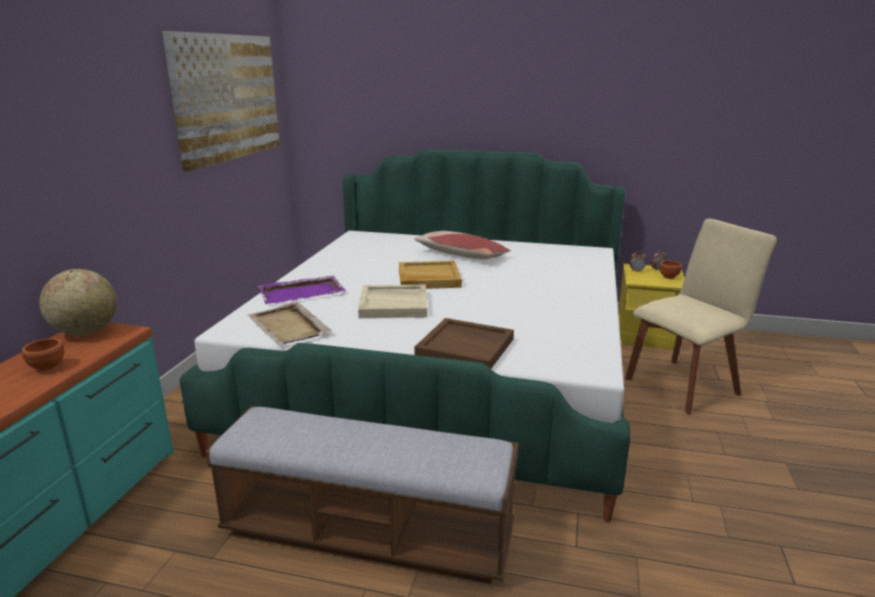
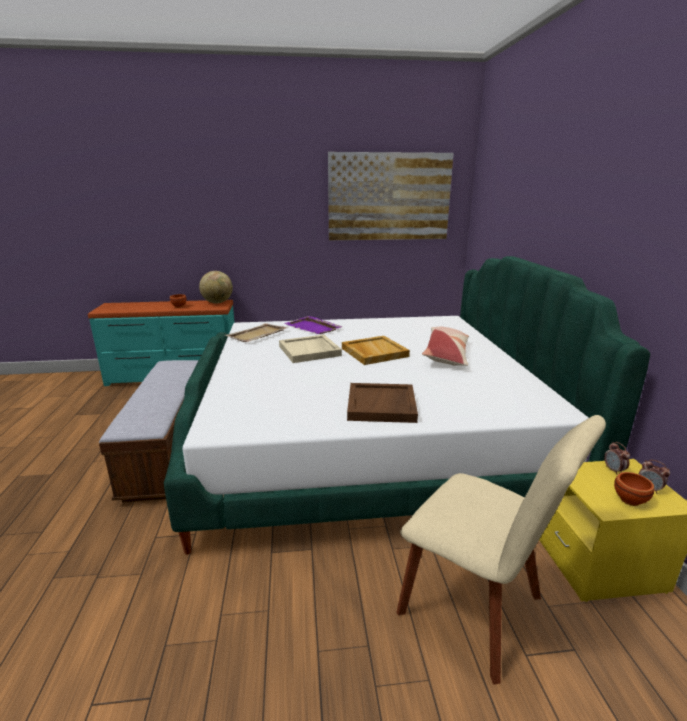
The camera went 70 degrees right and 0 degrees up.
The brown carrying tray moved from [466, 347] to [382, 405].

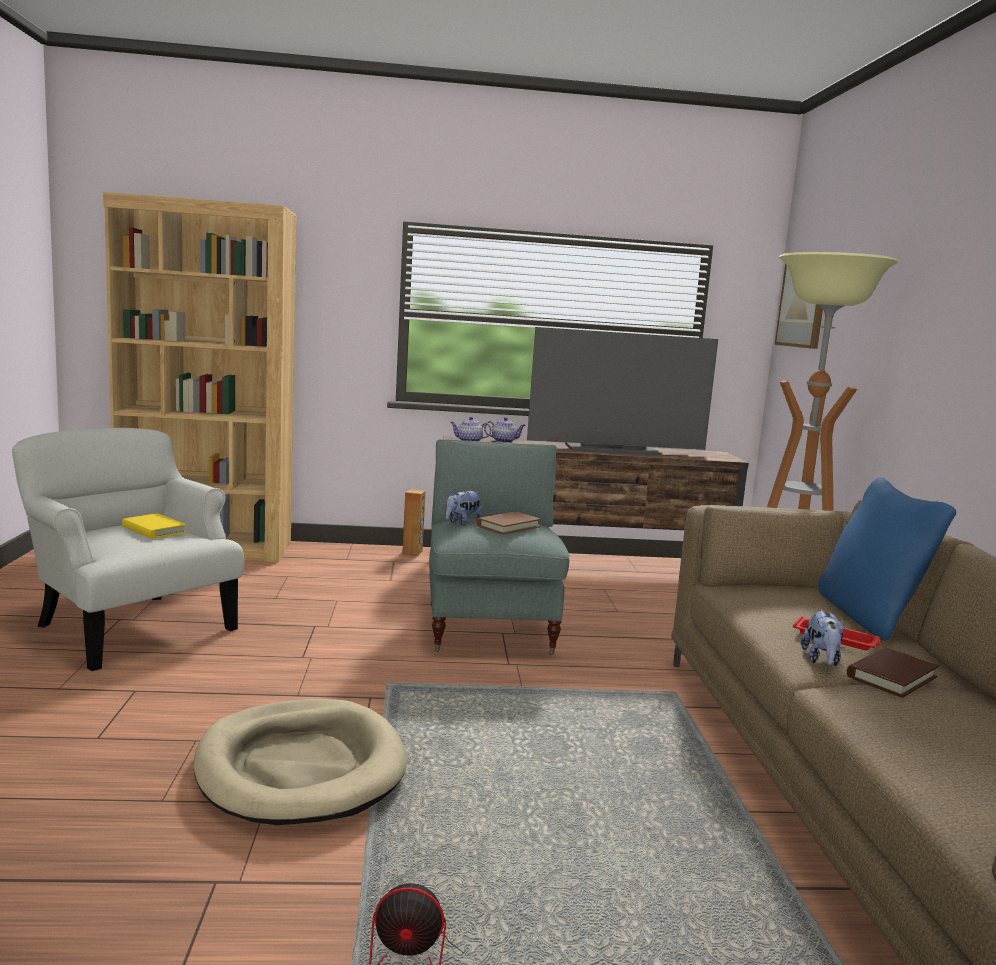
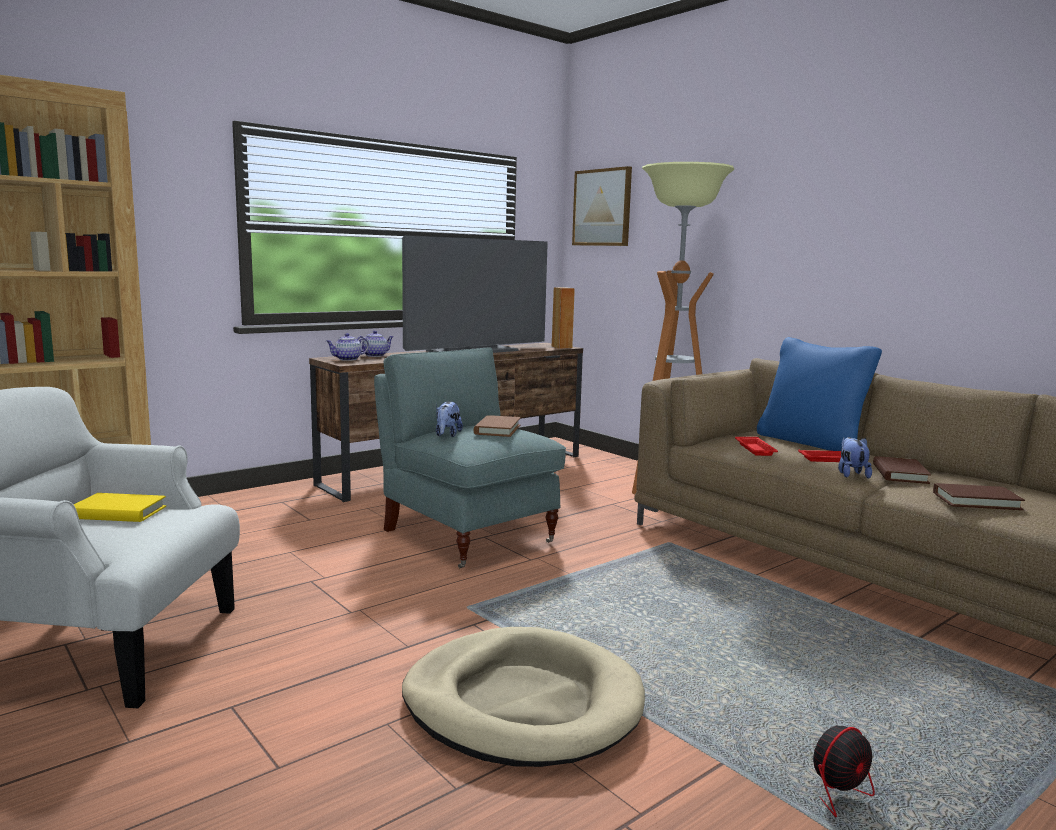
The camera went 35 degrees left and 0 degrees up.
The brown audio speaker moved from [412, 552] to [562, 347].
The reddish carrying tray at [755, 450] appeared.
The soft toy at [821, 660] turned 150 degrees counterclockwise.
The brown bound book at [976, 501] appeared.

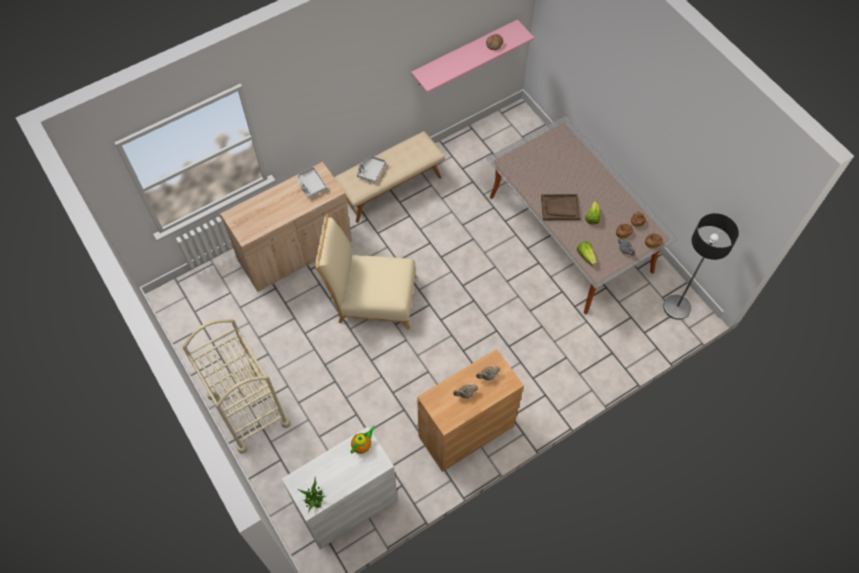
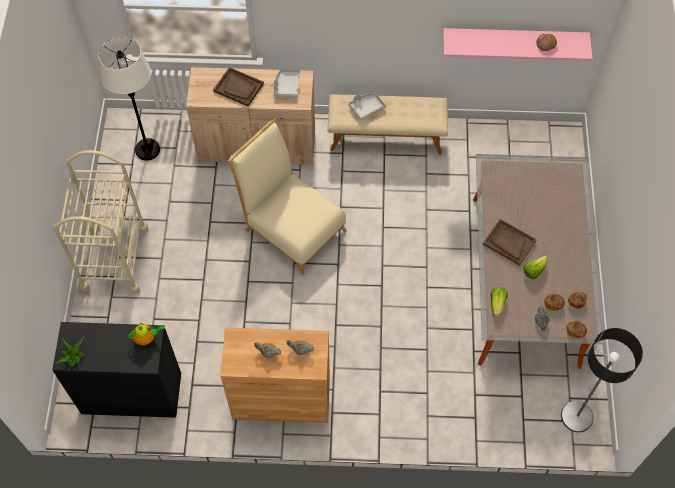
The camera went 35 degrees right and 0 degrees up.
The white cupboard at [348, 505] became the black cupboard at [131, 393].
The white floor lamp at [147, 149] appeared.
The brown carrying tray at [238, 87] appeared.

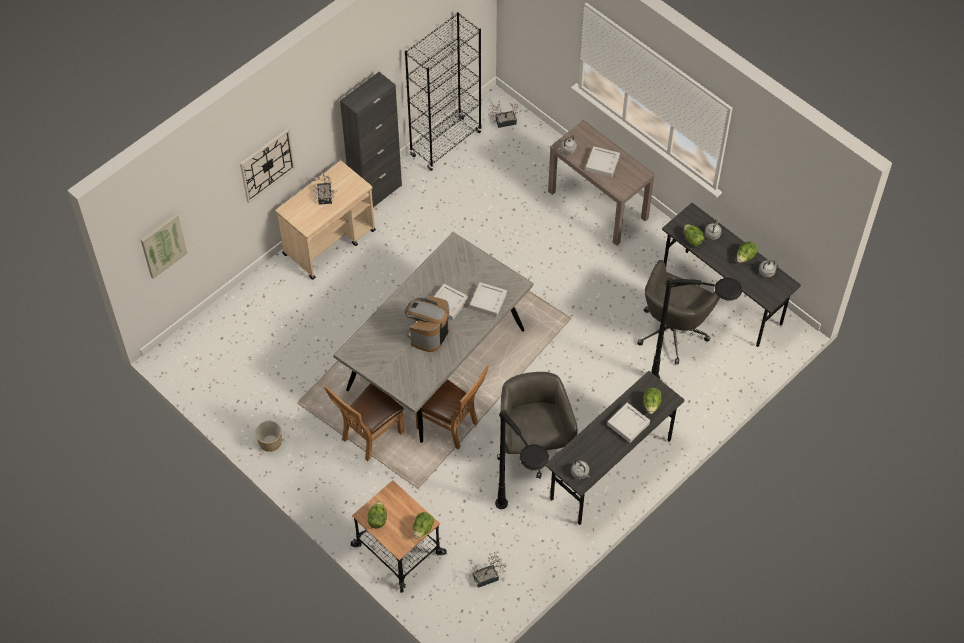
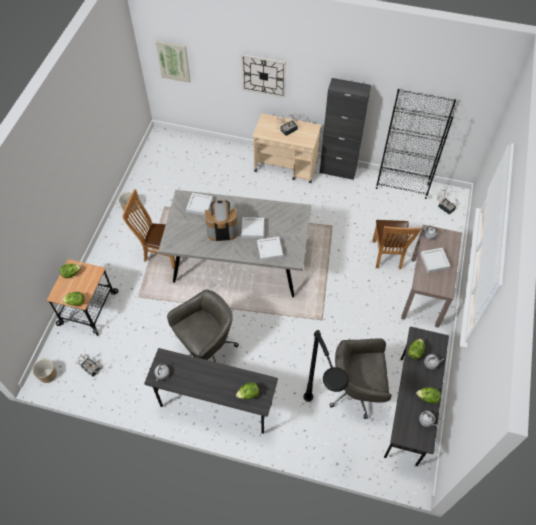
The camera went 60 degrees right and 0 degrees up.
The planter at [47, 374] appeared.
The grey carrying tray moved from [628, 424] to [199, 205].
The brown plain chair moved from [451, 426] to [388, 256].
The black floor lamp at [521, 535] disappeared.

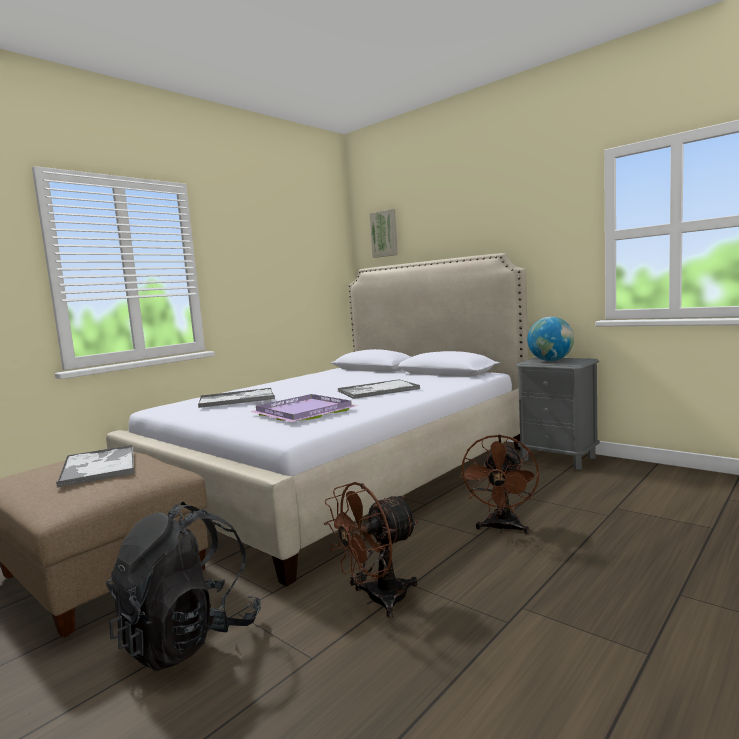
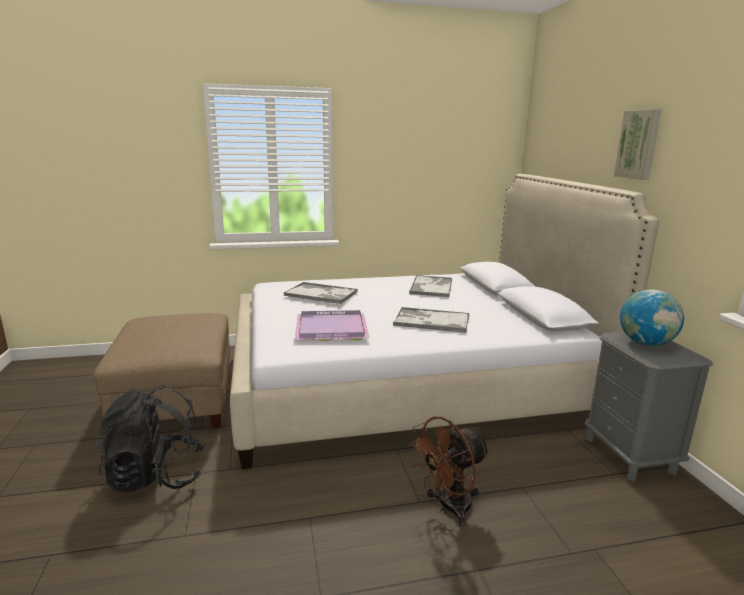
The camera went 35 degrees right and 10 degrees up.
The carrying tray moved from [99, 466] to [431, 286].
The wall picture moved from [384, 234] to [639, 144].
The brown electric fan at [377, 600] disappeared.

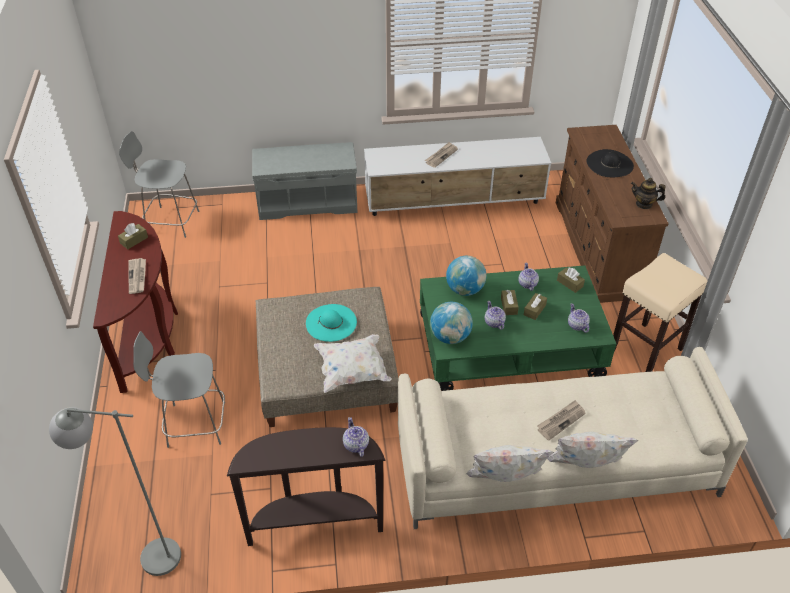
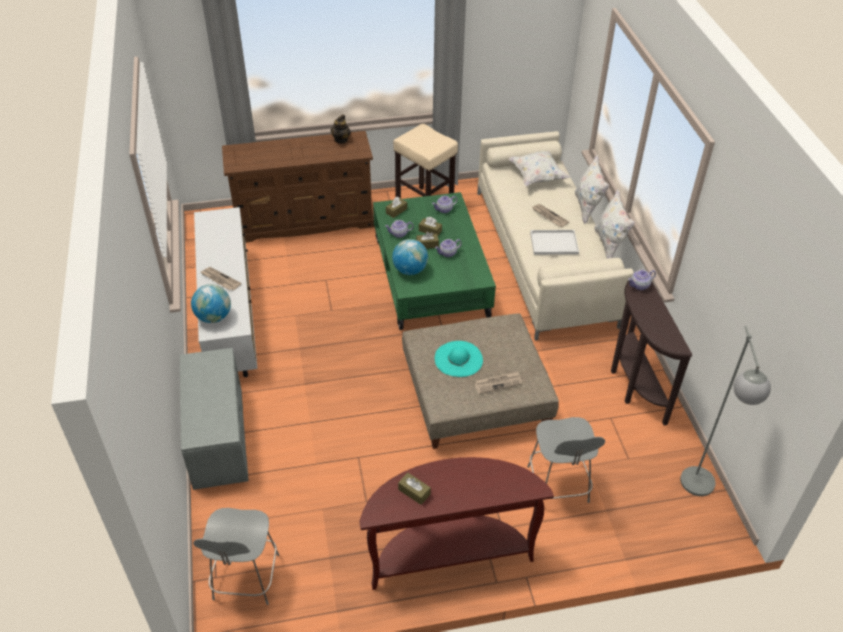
The camera went 95 degrees left and 0 degrees up.
The desk globe moved from [450, 337] to [214, 317].
The newspaper moved from [137, 277] to [498, 383].
The white throw pillow moved from [352, 372] to [537, 176].
The white carrying tray at [553, 243] appeared.
The black hat at [609, 163] disappeared.

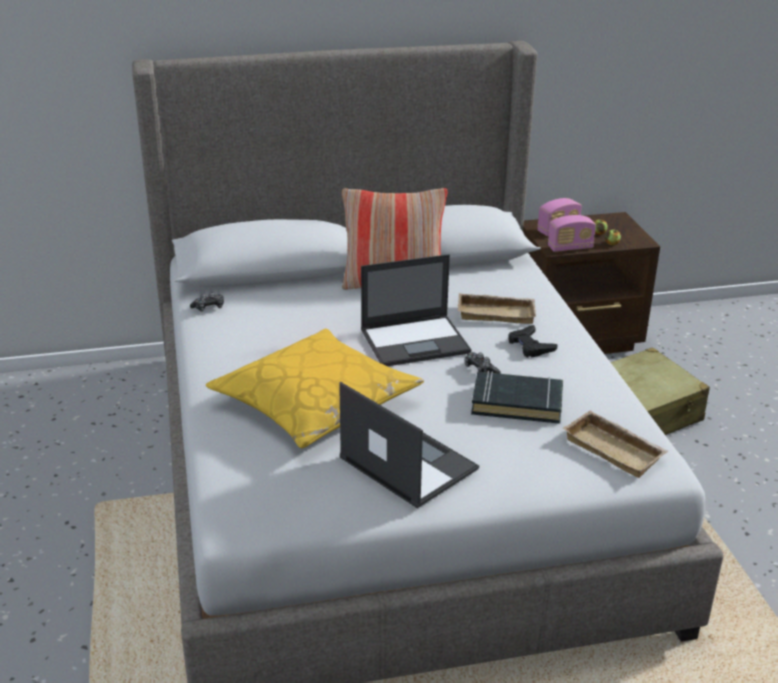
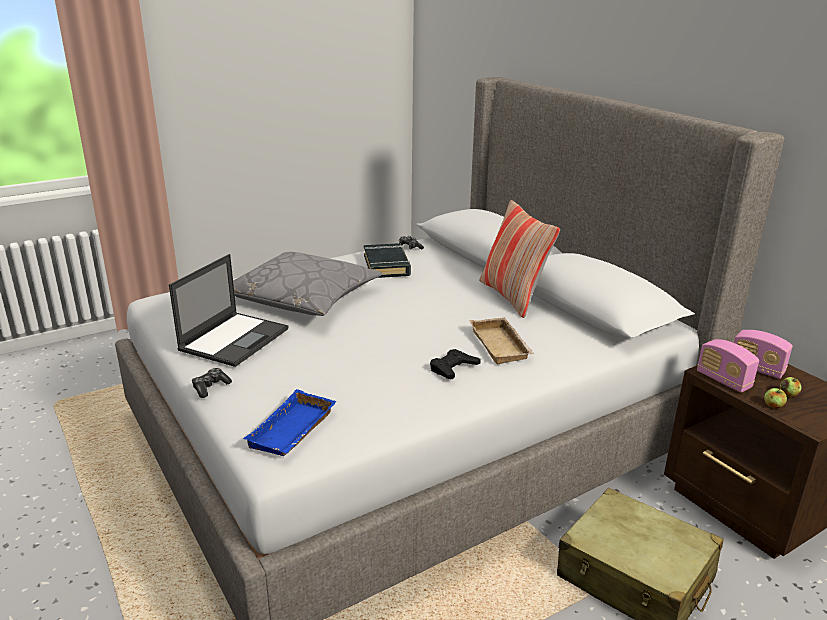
The camera went 70 degrees right and 5 degrees down.
The game controller moved from [480, 370] to [210, 387].
The yellow throw pillow at [315, 403] became the grey throw pillow at [302, 298].
The sand-coloured carrying tray at [615, 449] became the blue-coloured carrying tray at [294, 431].
The black bound book moved from [517, 403] to [387, 265].
The laptop at [416, 341] disappeared.

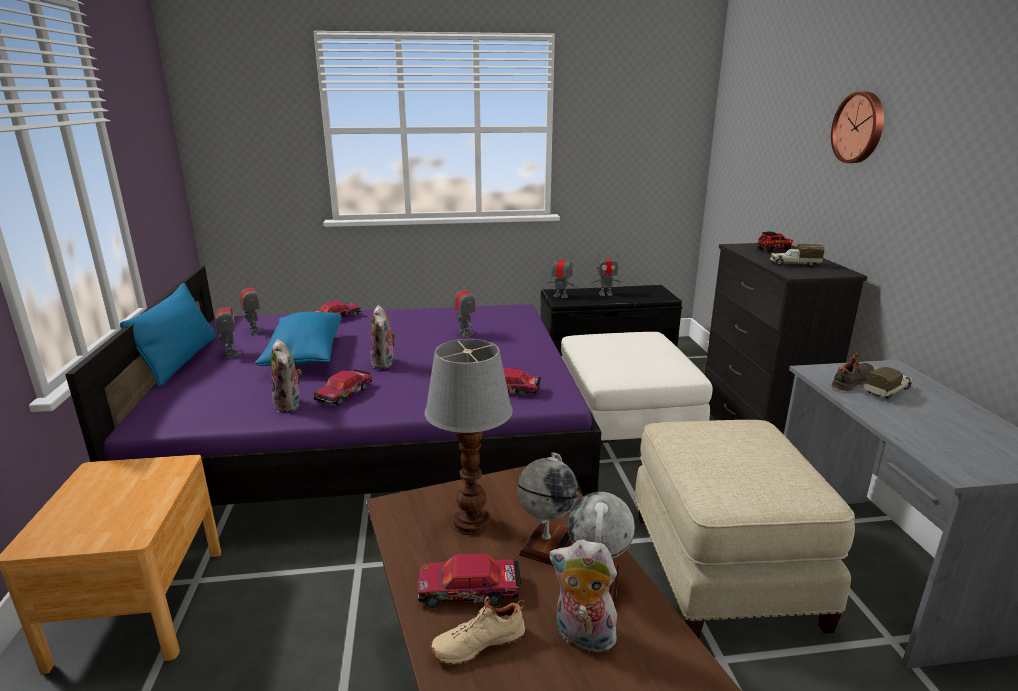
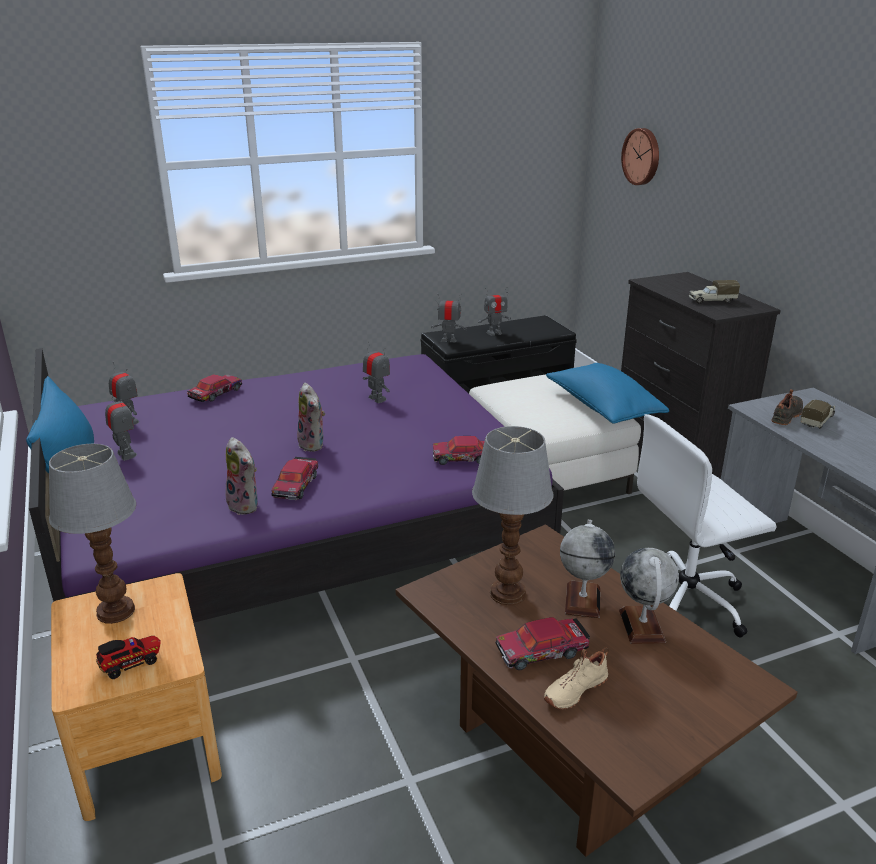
The camera went 15 degrees left and 5 degrees up.
The lamp for a table at [114, 611] appeared.
The model truck moved from [774, 250] to [132, 663].
The blue-coloured throw pillow moved from [304, 355] to [603, 408].
The clock on the wall moved from [859, 127] to [642, 156].
The sand-coloured pouffe at [720, 568] was replaced by the white desk chair at [687, 600].
The soft toy at [582, 637] disappeared.

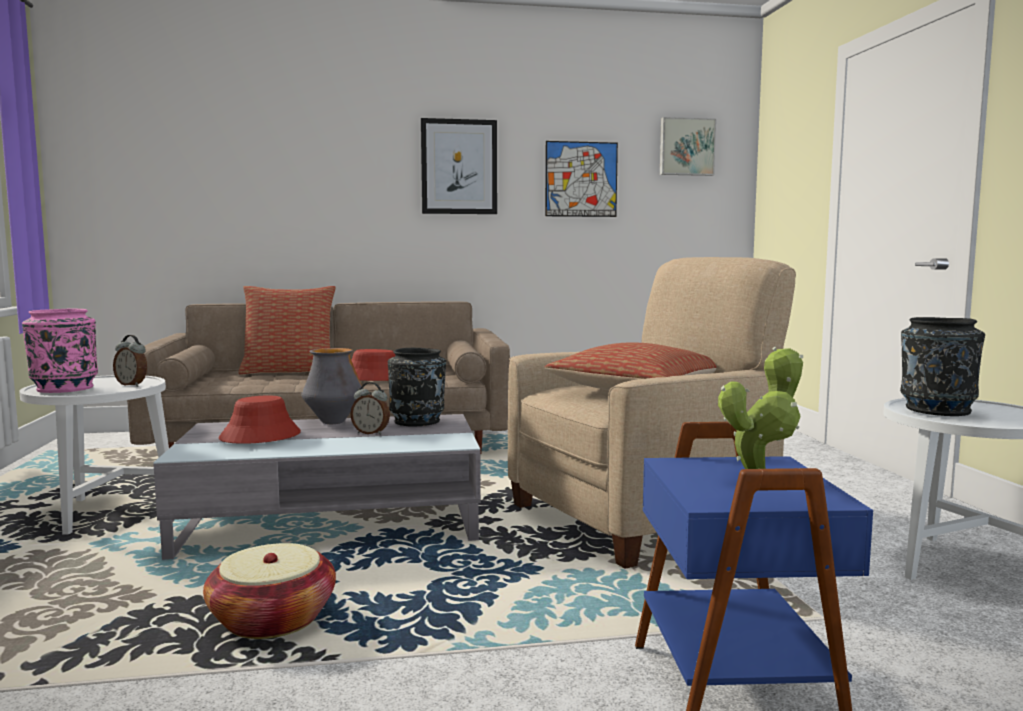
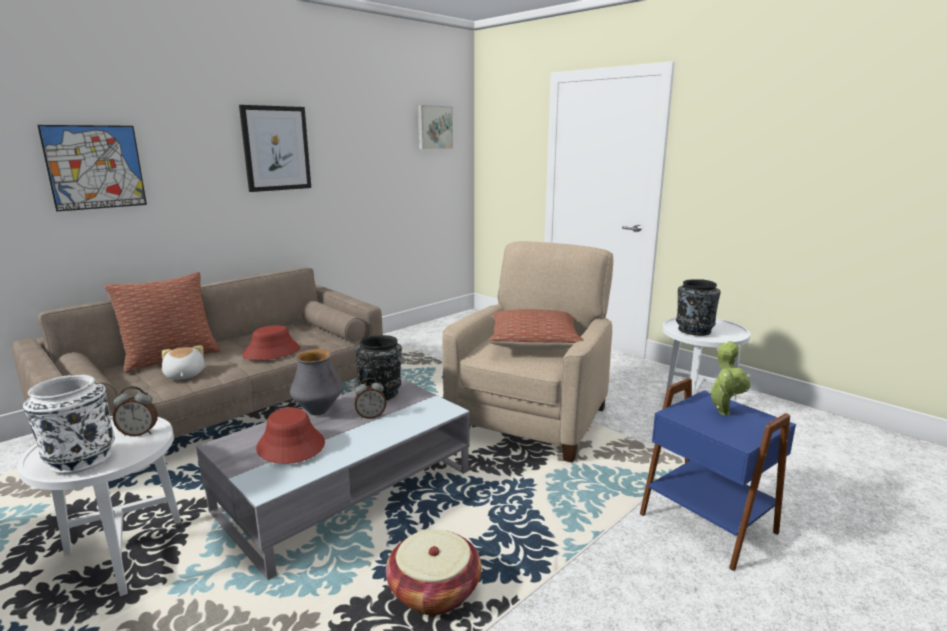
The camera went 35 degrees left and 10 degrees up.
The pinkish flower vase at [64, 388] became the white flower vase at [80, 460].
The wall picture moved from [581, 179] to [95, 167].
The soft toy at [184, 375] appeared.

